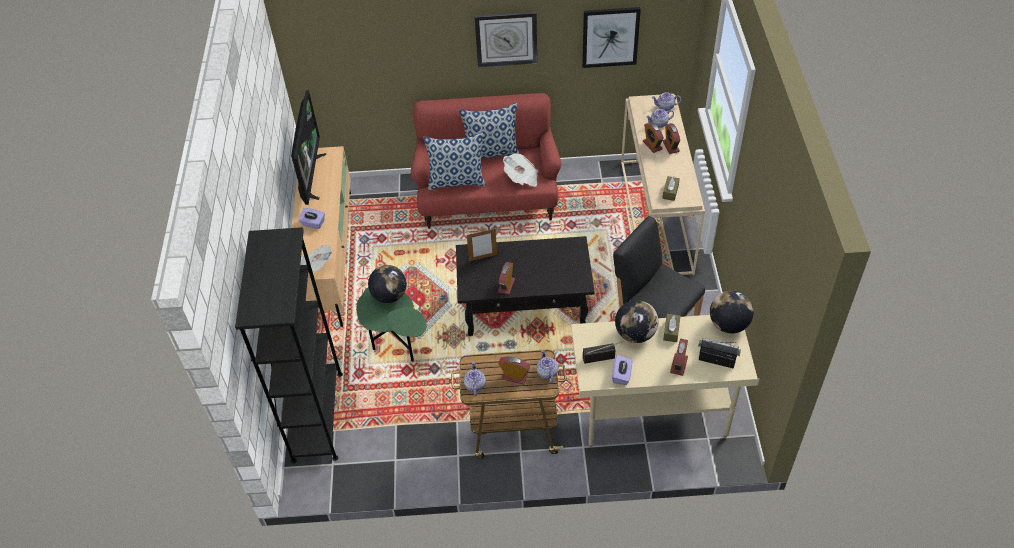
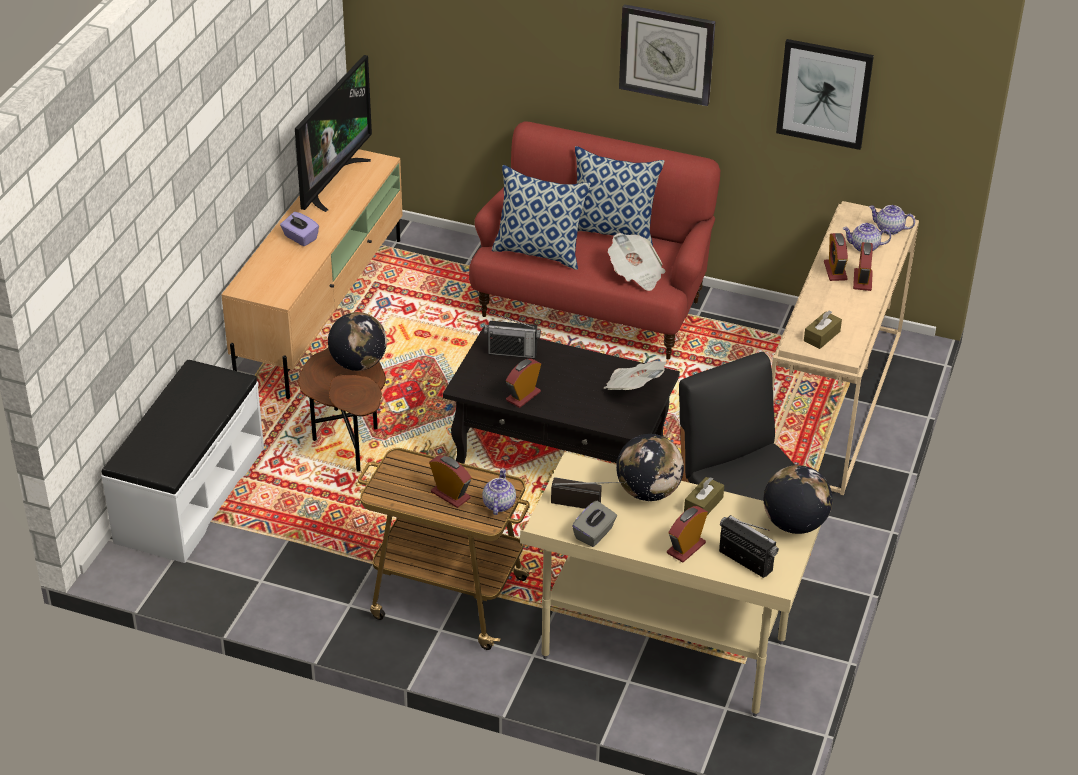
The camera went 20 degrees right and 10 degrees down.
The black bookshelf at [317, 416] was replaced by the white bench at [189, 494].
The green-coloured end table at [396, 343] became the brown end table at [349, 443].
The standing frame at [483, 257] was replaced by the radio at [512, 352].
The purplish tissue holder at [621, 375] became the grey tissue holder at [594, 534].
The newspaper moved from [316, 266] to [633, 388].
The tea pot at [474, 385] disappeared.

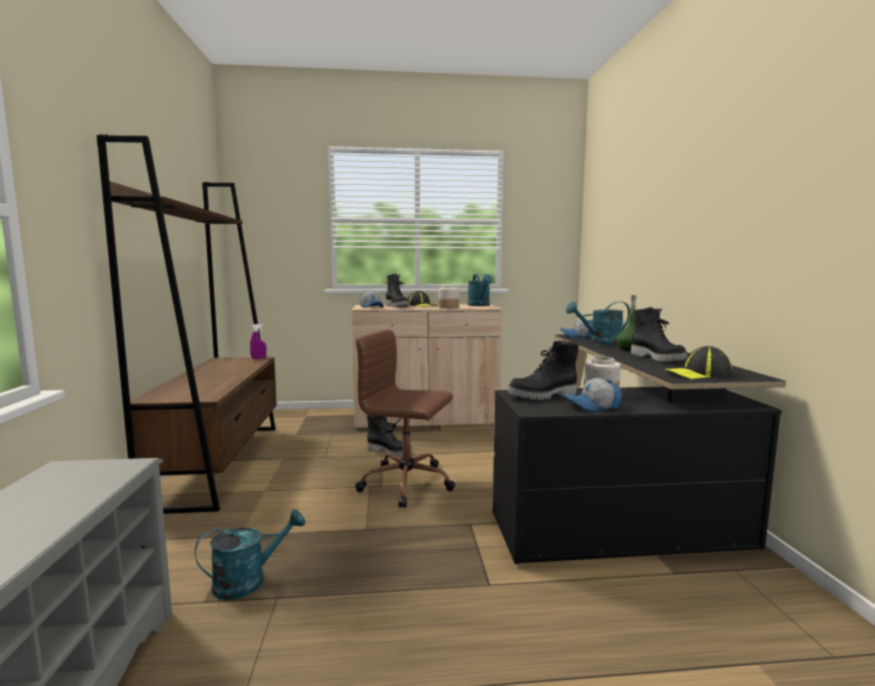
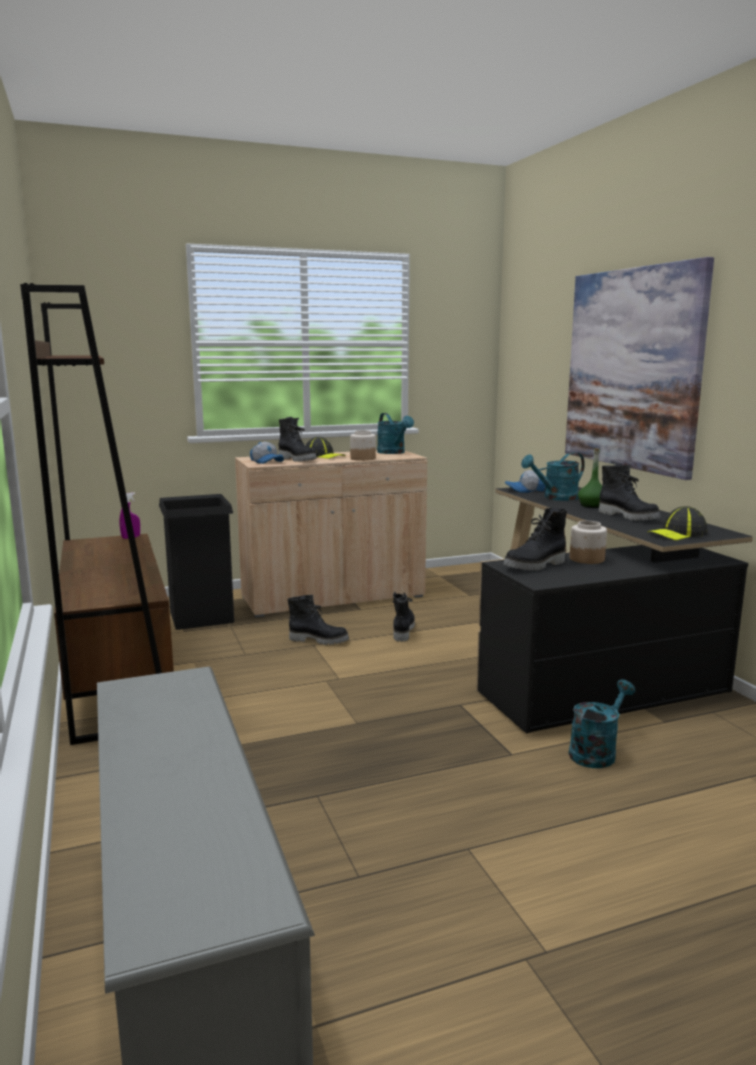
The camera went 15 degrees left and 5 degrees up.
The black waste bin at [201, 616] appeared.
The black high-top boot at [402, 630] appeared.
The wall picture at [631, 369] appeared.
The turquoise-coloured sprinkling can moved from [249, 581] to [596, 751].
The brown desk chair at [408, 483] disappeared.
The cap at [593, 406] disappeared.

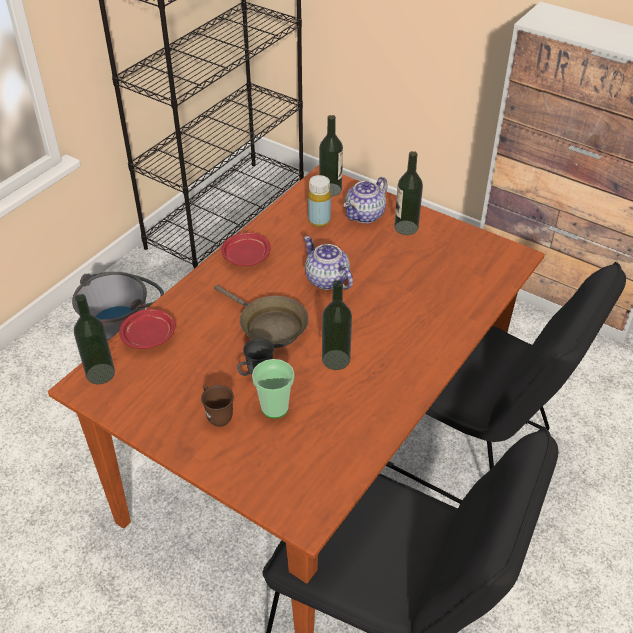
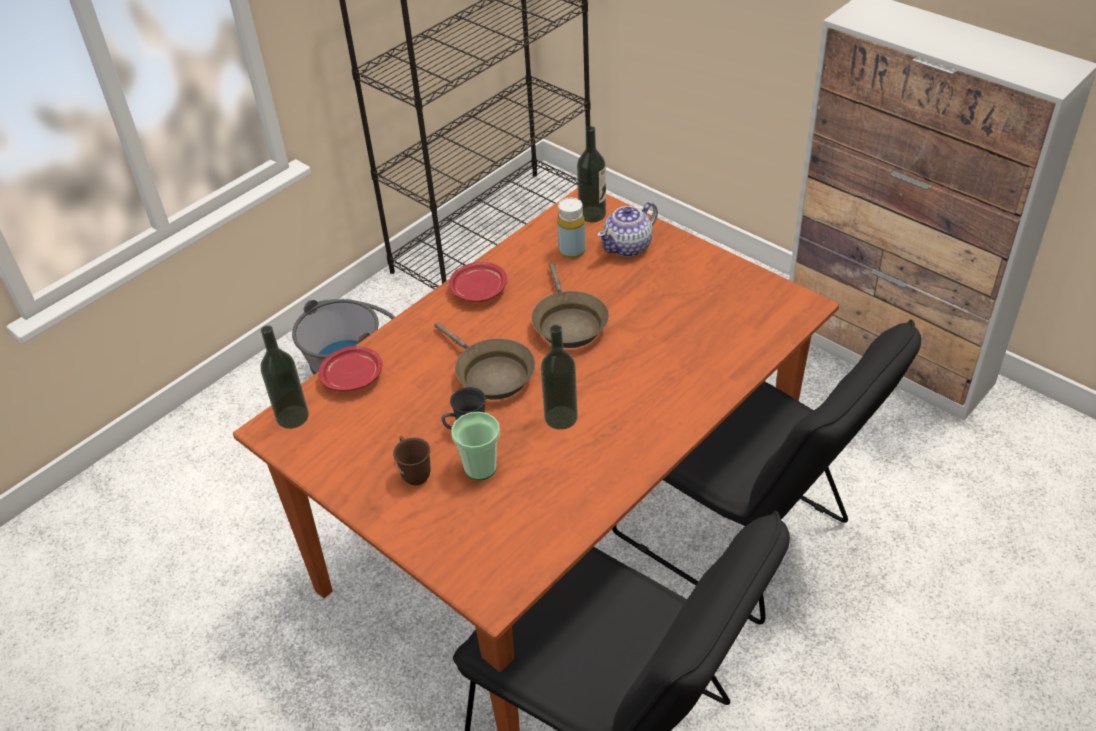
The camera went 10 degrees right and 0 degrees up.
The tea pot at [327, 280] was replaced by the brown frying pan at [568, 323].
The beverage bottle at [406, 227] disappeared.

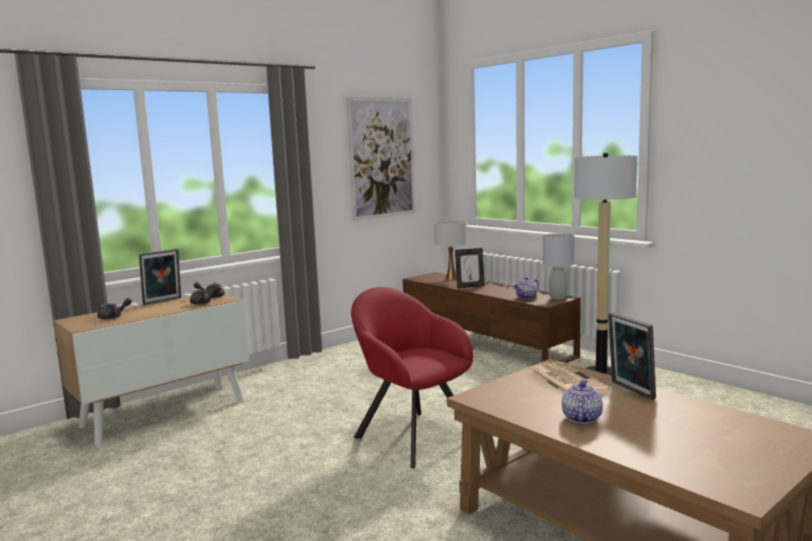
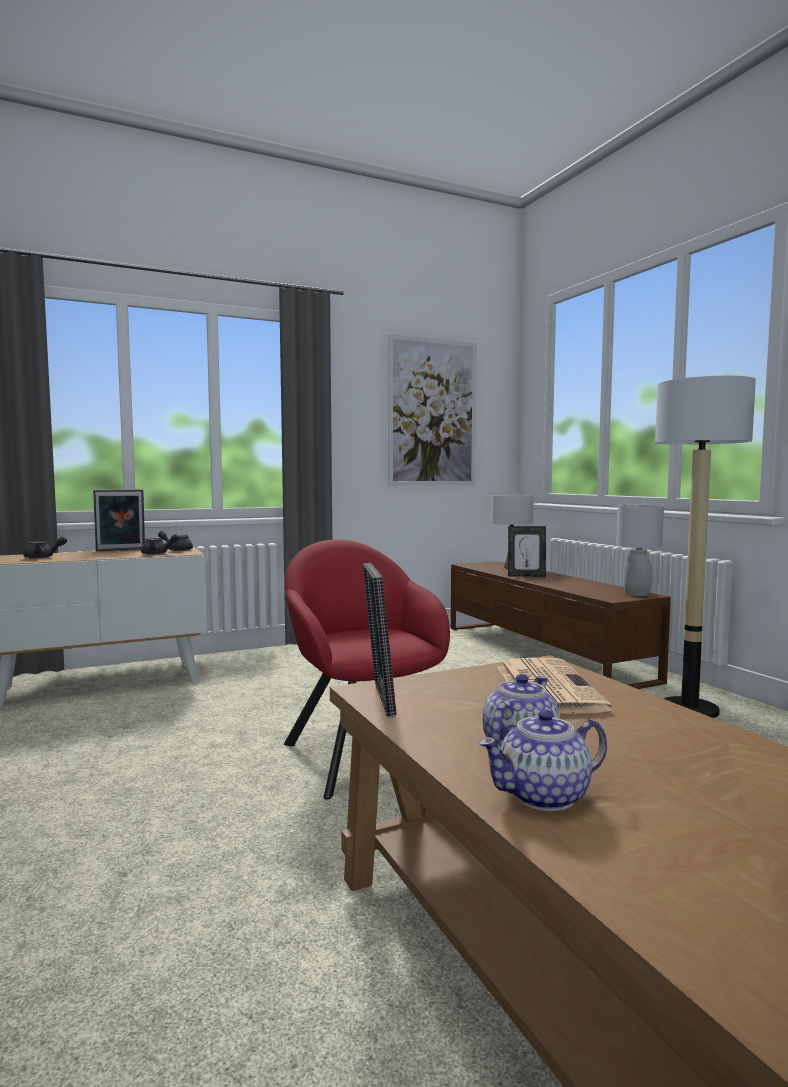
The camera went 15 degrees right and 5 degrees down.
The standing frame moved from [630, 390] to [378, 698].
The tea pot moved from [526, 297] to [545, 796].

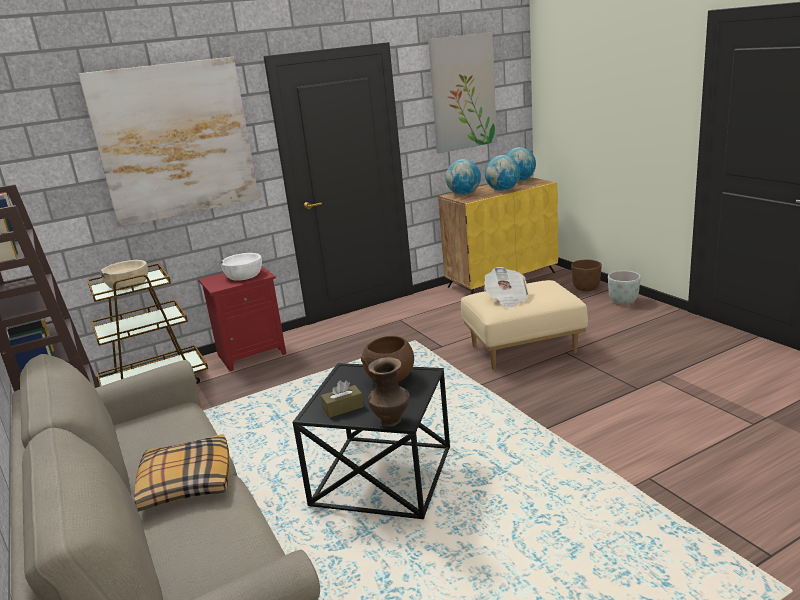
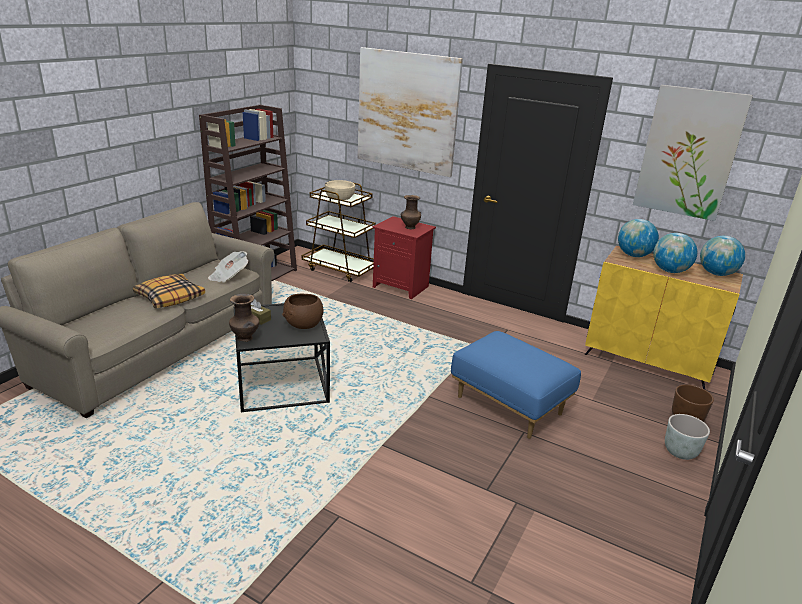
The camera went 55 degrees right and 5 degrees up.
The newspaper moved from [506, 299] to [228, 276].
The white serving bowl at [243, 275] was replaced by the brown flower vase at [409, 227].
The sand-coloured pouffe at [523, 349] became the blue-coloured pouffe at [510, 405].

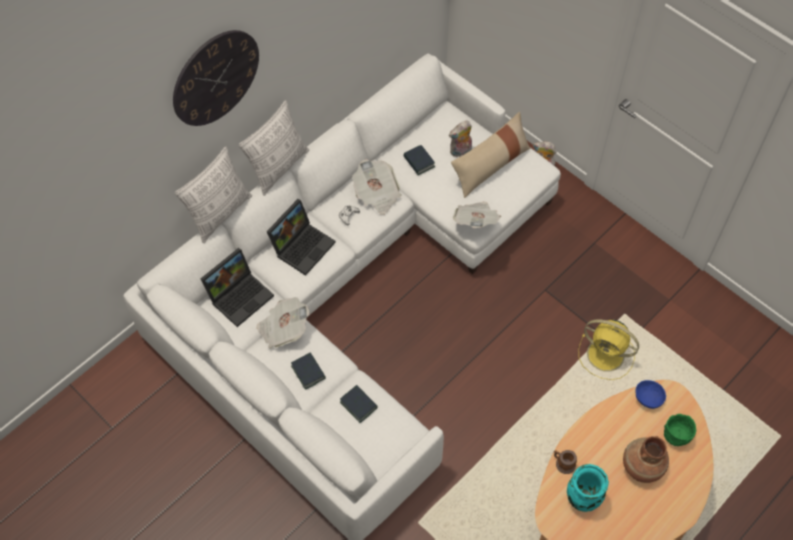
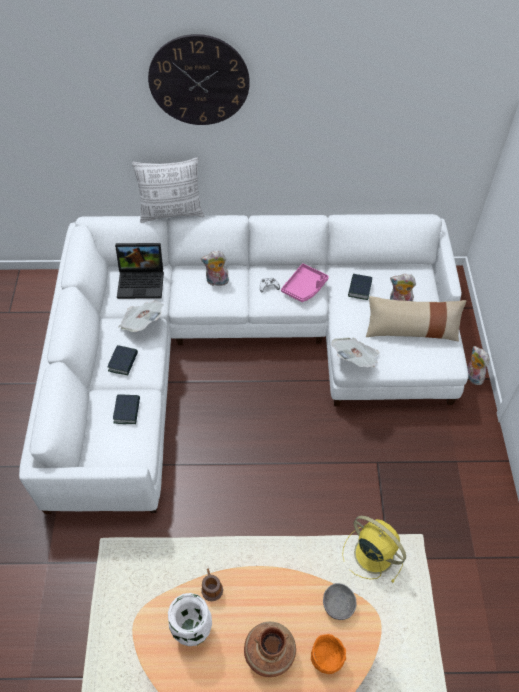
The camera went 45 degrees right and 5 degrees down.
The turquoise-coloured flower vase at [581, 500] became the white flower vase at [192, 630].
The laptop at [302, 245] was replaced by the soft toy at [216, 282].
The newspaper at [377, 194] was replaced by the pinkish carrying tray at [304, 287].
The green-coloured serving bowl at [676, 437] became the orange-coloured serving bowl at [326, 660].
The blue-coloured serving bowl at [648, 398] became the grey serving bowl at [339, 605].
The yellow electric fan at [607, 355] turned 150 degrees clockwise.
The throw pillow at [278, 168] disappeared.

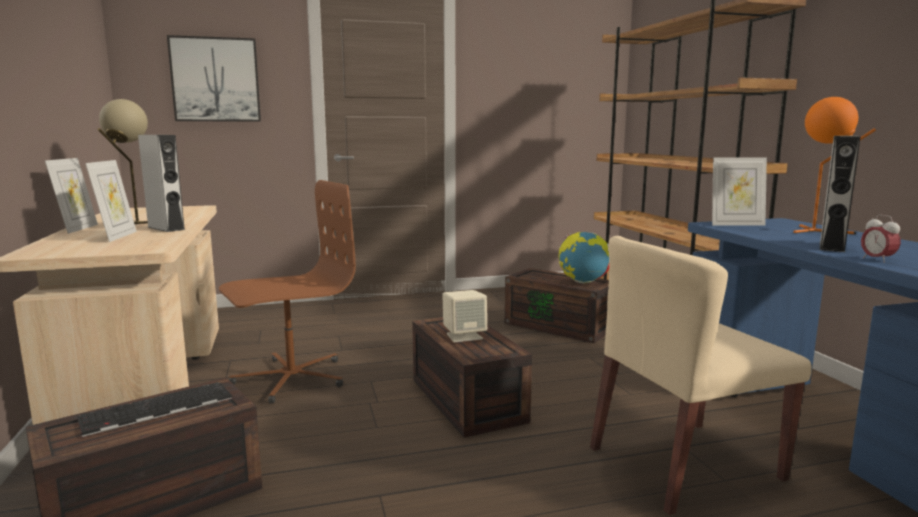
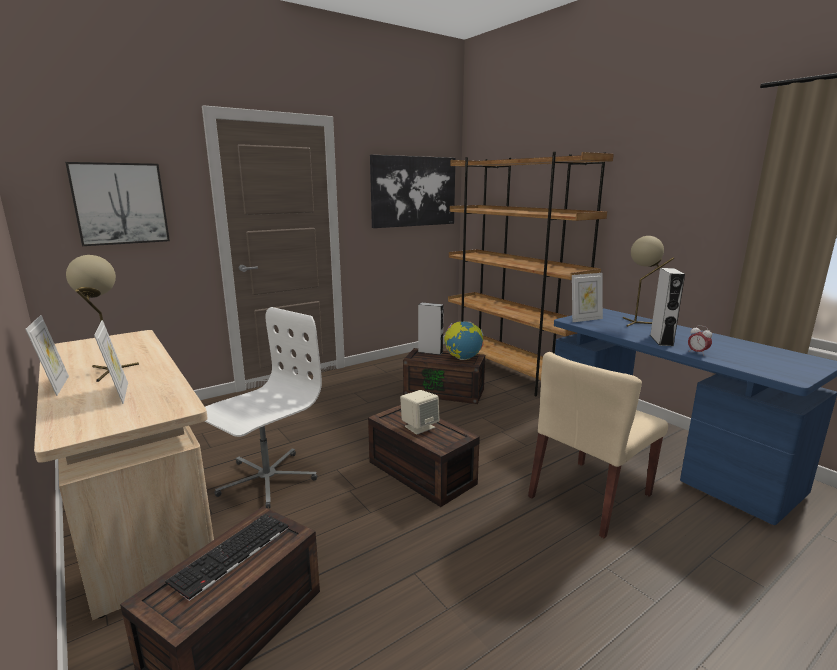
The camera went 20 degrees left and 5 degrees up.
The brown desk chair at [290, 378] became the white desk chair at [266, 479].
The wall picture at [413, 191] appeared.
The grey audio speaker moved from [166, 228] to [430, 352].
The orange-coloured lamp for a table at [818, 231] became the sand-coloured lamp for a table at [638, 323].

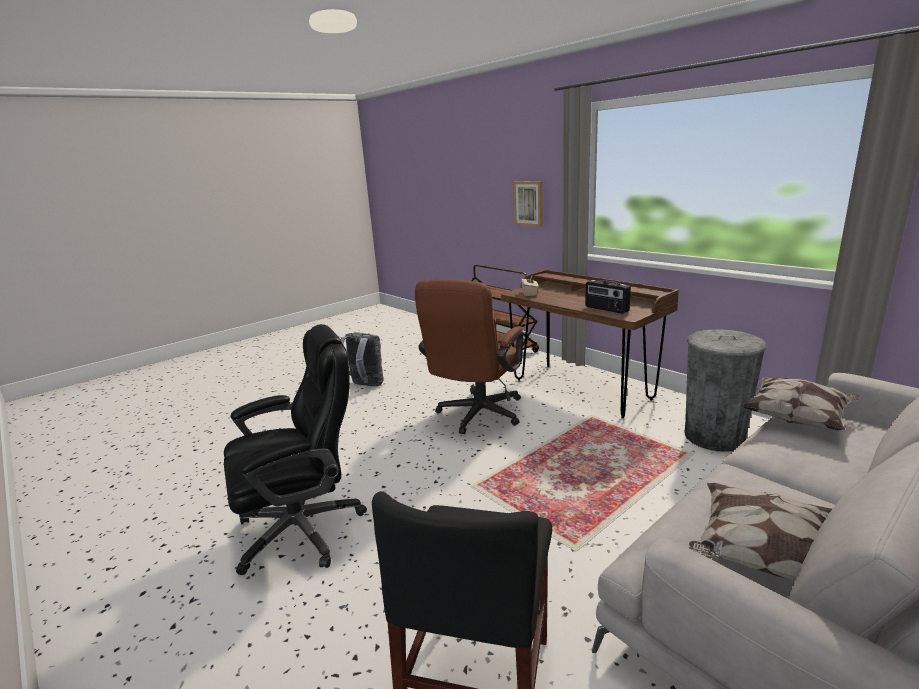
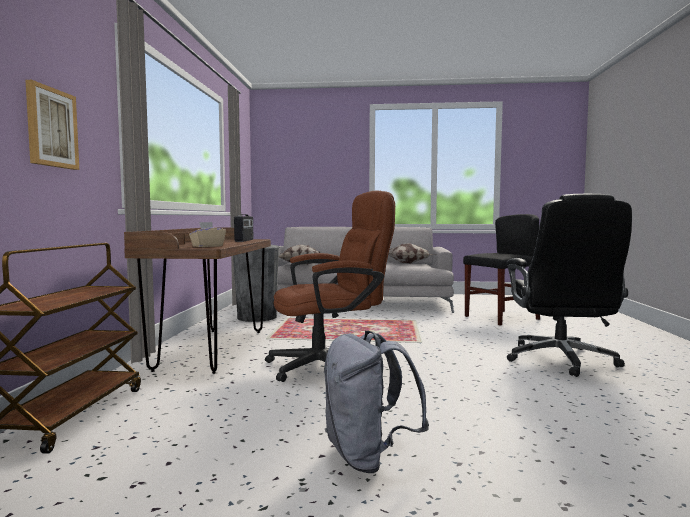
The camera went 135 degrees left and 15 degrees down.
The black desk chair at [303, 529] turned 105 degrees counterclockwise.

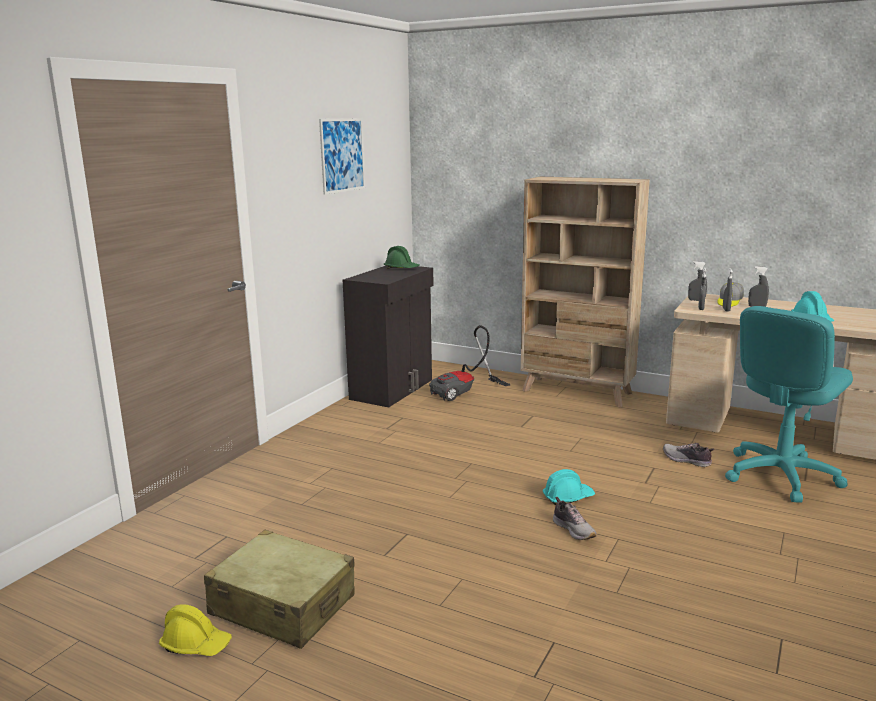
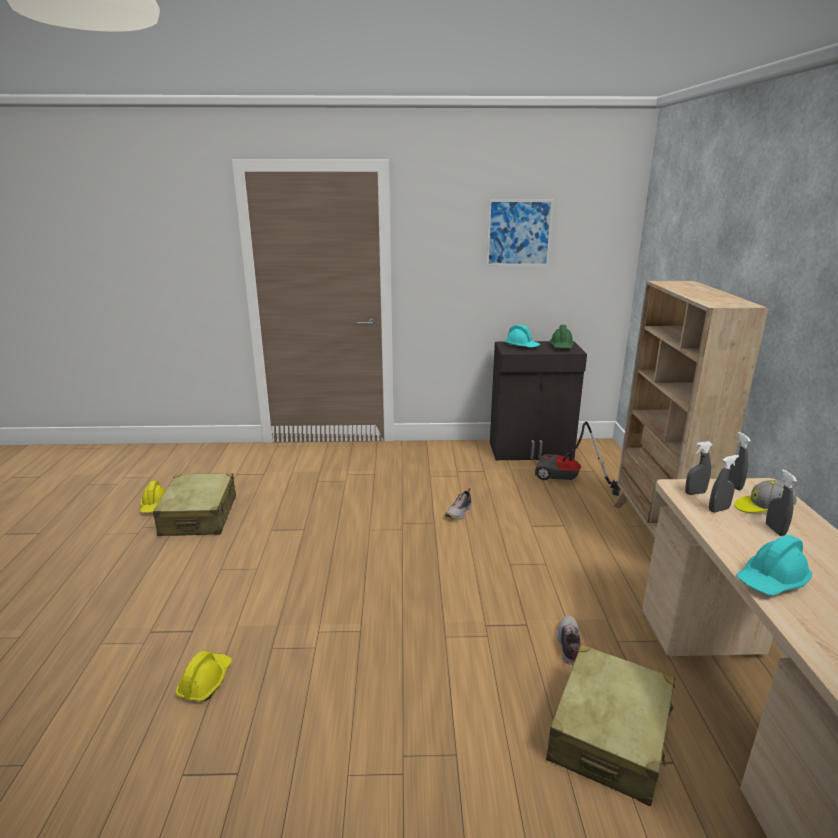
The camera went 60 degrees right and 5 degrees up.
The yellow work helmet at [205, 681] appeared.
The shoe moved from [574, 530] to [459, 512].
The turquoise-coloured work helmet moved from [568, 497] to [522, 346].
The turquoise-coloured desk chair at [780, 475] was replaced by the sand-coloured suitcase at [609, 735].

